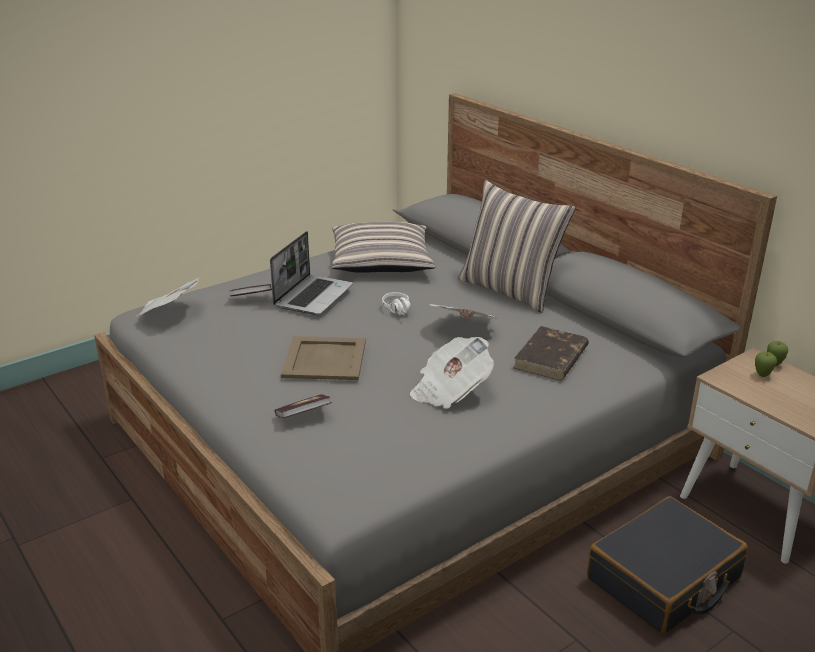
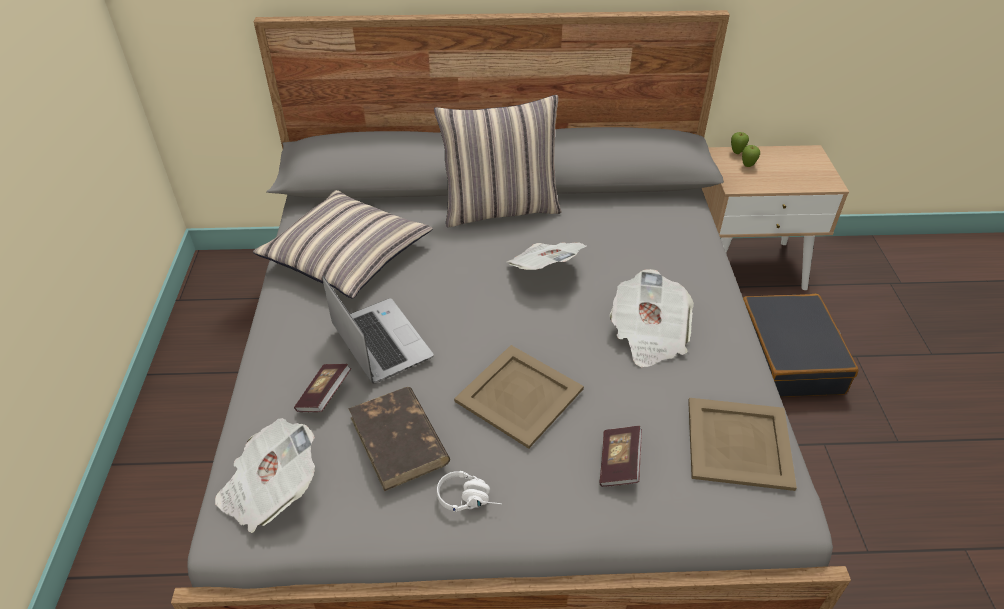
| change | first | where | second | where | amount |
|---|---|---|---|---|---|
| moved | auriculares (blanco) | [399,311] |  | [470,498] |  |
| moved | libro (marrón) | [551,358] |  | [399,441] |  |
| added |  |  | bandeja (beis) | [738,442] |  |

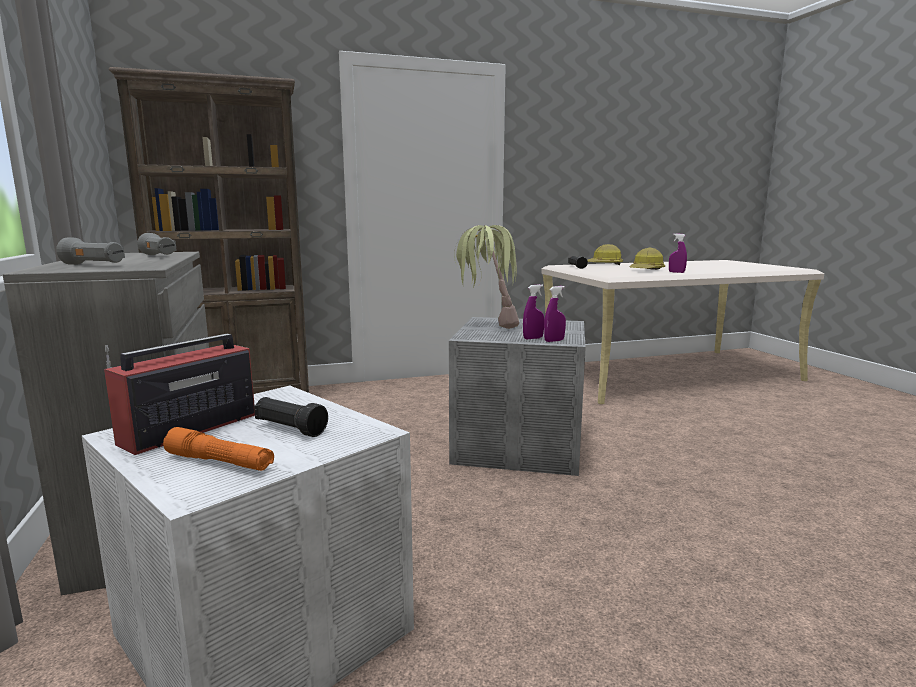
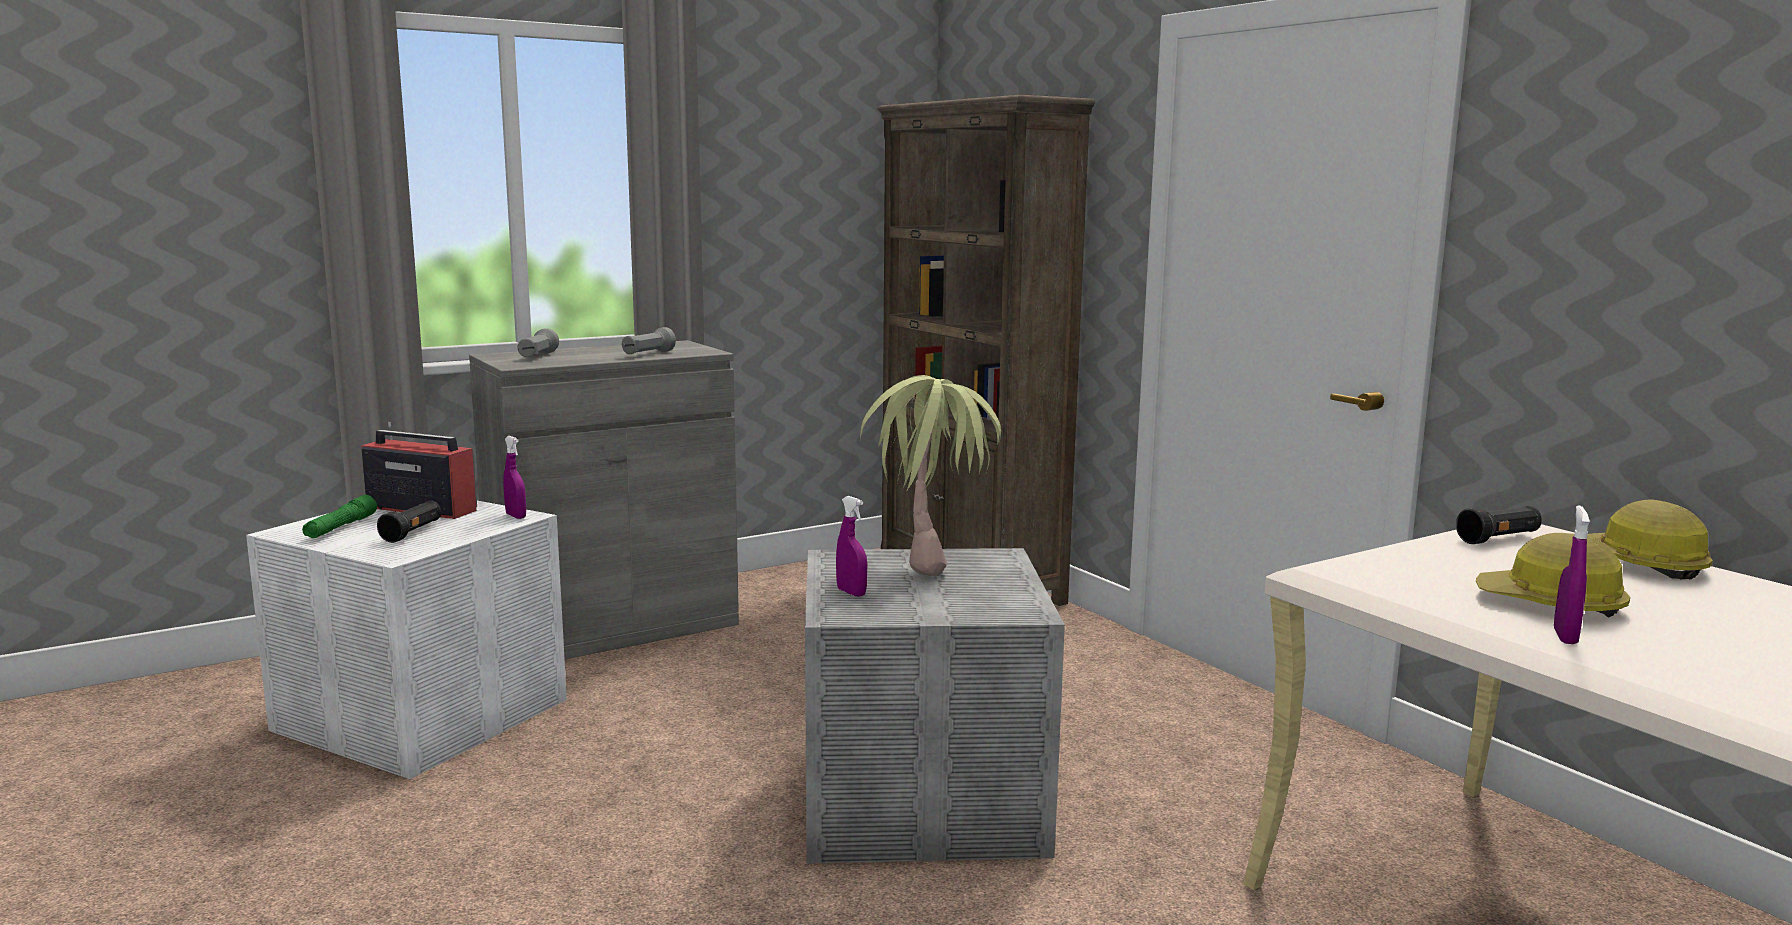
| change | first | where | second | where | amount |
|---|---|---|---|---|---|
| moved | pulverizador (morado) | [554,341] |  | [516,516] |  |
| recoloured | linterna (naranja) | [219,462] | linterna (verde) | [341,527] |  |

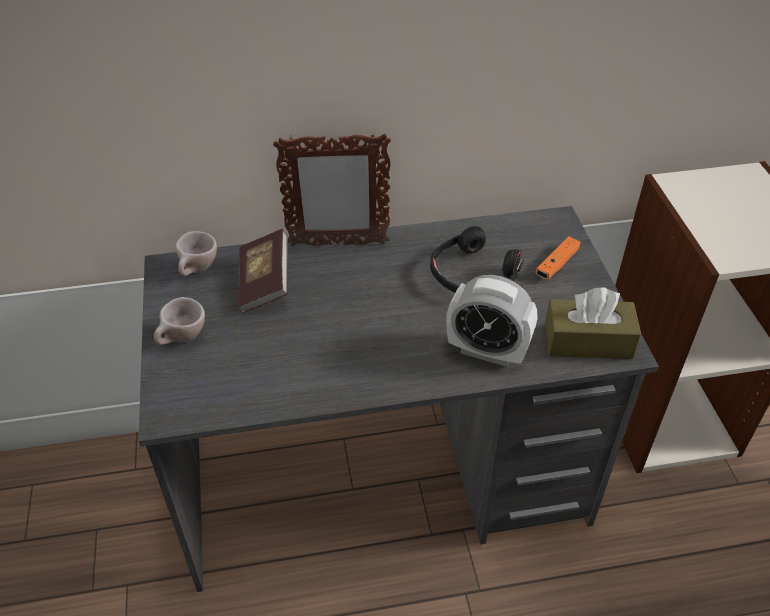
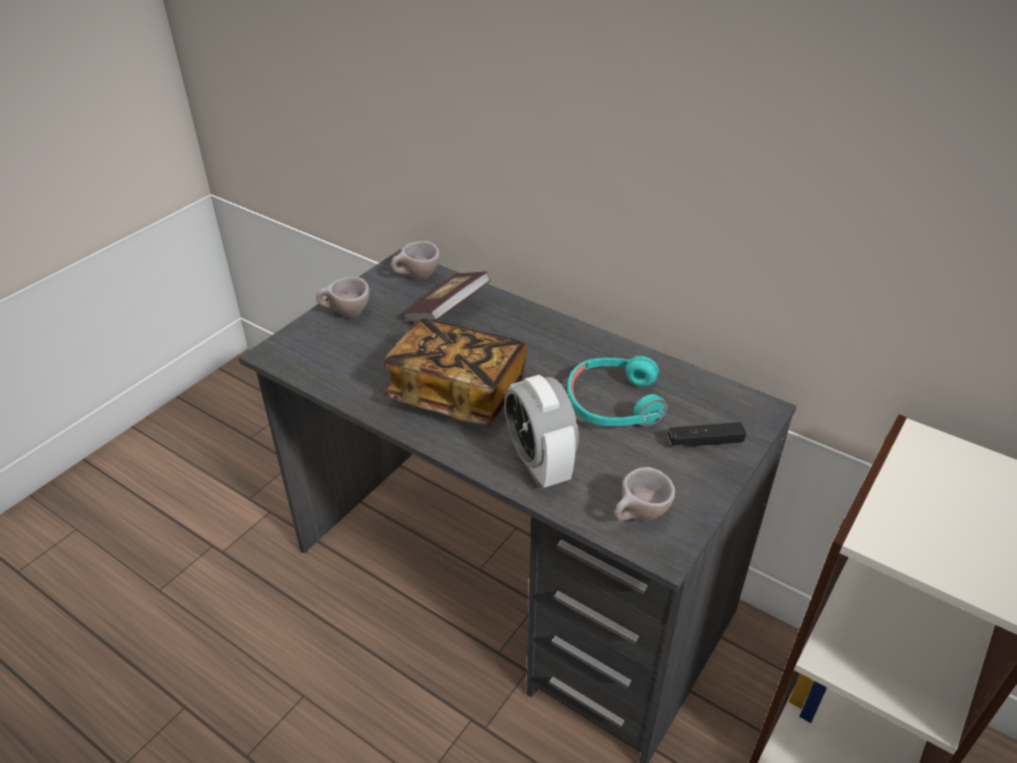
| change | first | where | second | where | amount |
|---|---|---|---|---|---|
| removed | portarretratos | [337,244] |  |  |  |
| recoloured | auriculares (negro) | [473,275] | auriculares (turquesa) | [614,403] |  |
| recoloured | mando de consola (naranja) | [557,264] | mando de consola (negro) | [705,441] |  |
| replaced | caja de pañuelos (marrón) | [588,341] | taza (beis) | [639,518] |  |
| added |  |  | libro | [457,392] |  |

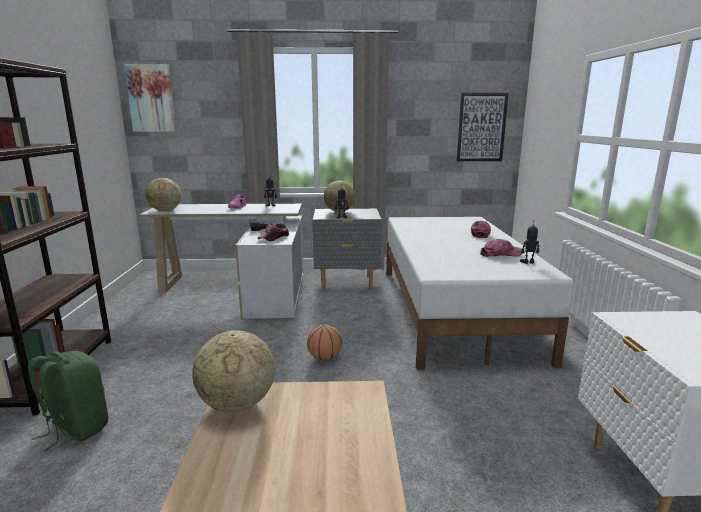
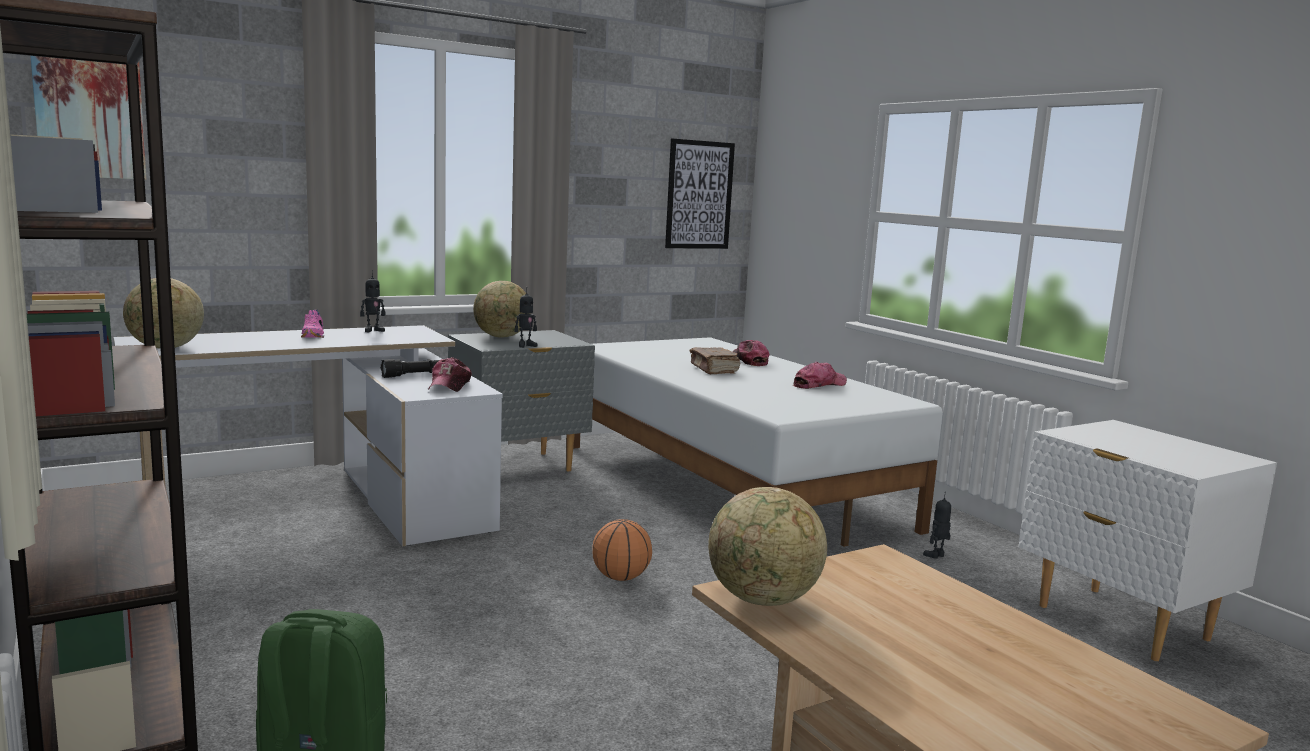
| change | first | where | second | where | amount |
|---|---|---|---|---|---|
| moved | robot de juguete | [528,262] |  | [936,556] |  |
| added |  |  | libro (marrón) | [713,369] |  |

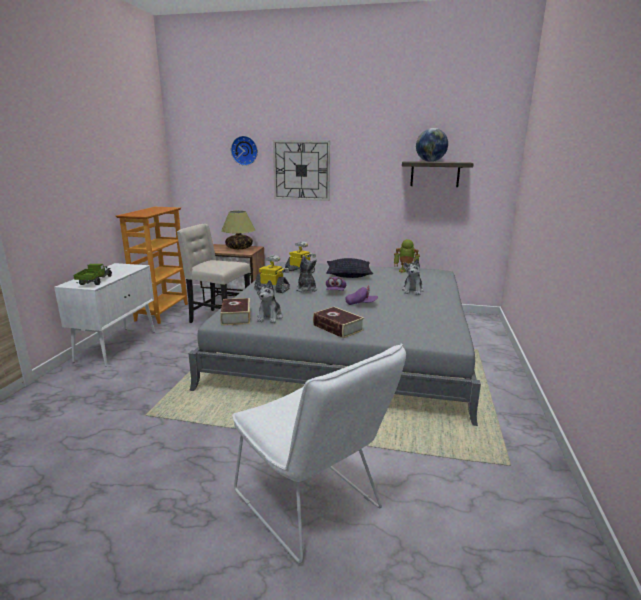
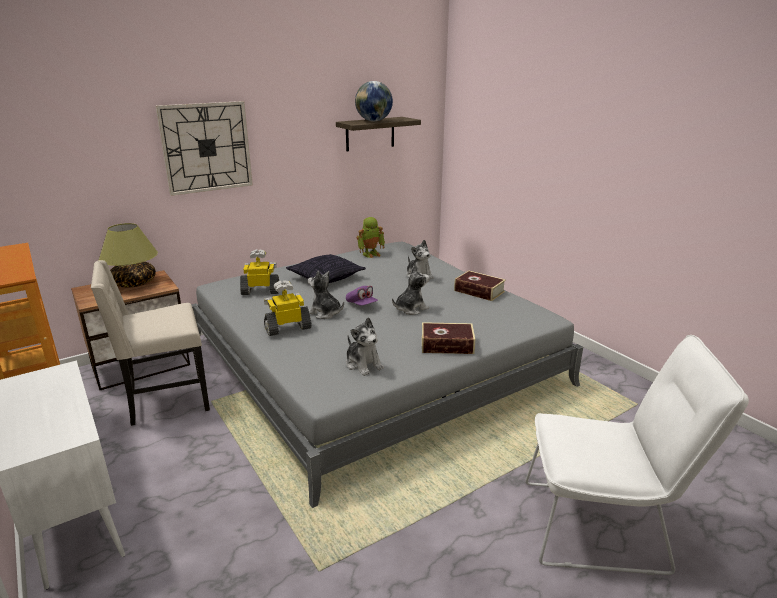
| change | first | where | second | where | amount |
|---|---|---|---|---|---|
| removed | reloj de pared | [245,150] |  |  |  |
| removed | camión de juguete | [95,281] |  |  |  |
| replaced | gorra (morado) | [361,304] | peluche | [410,309] |  |
| moved | libro | [236,317] |  | [479,291] |  |

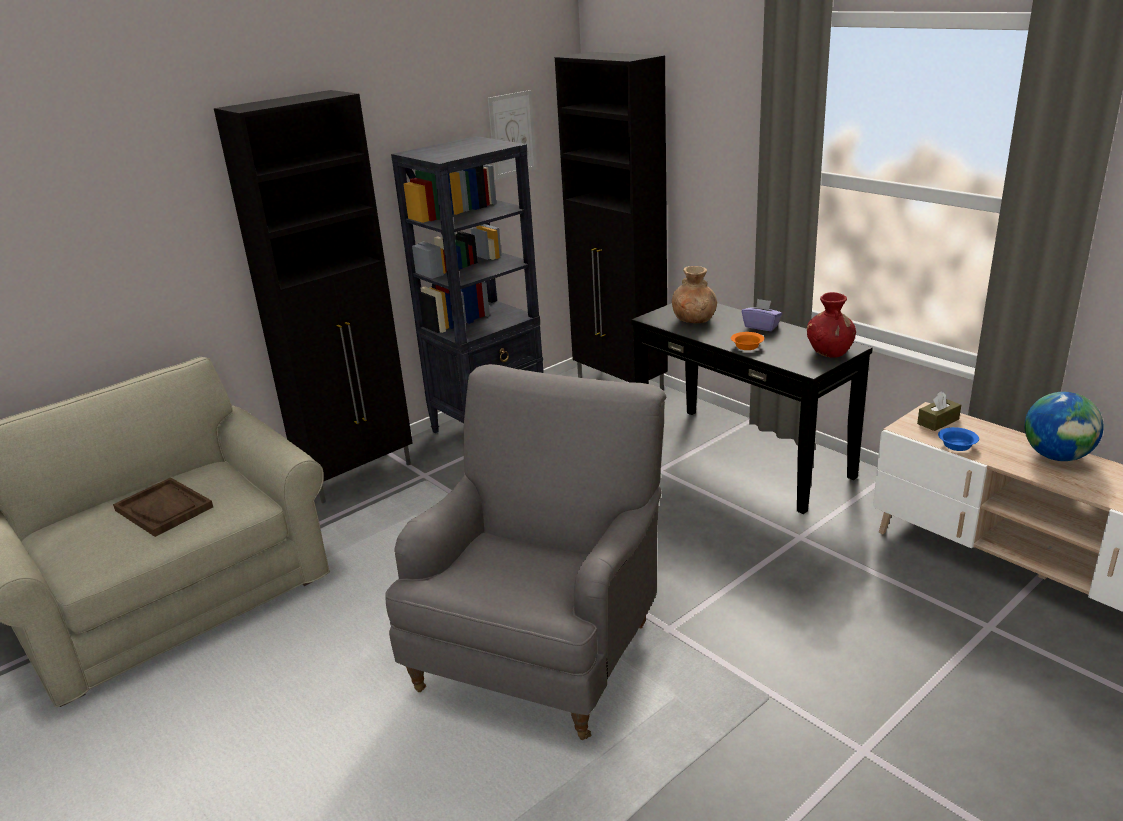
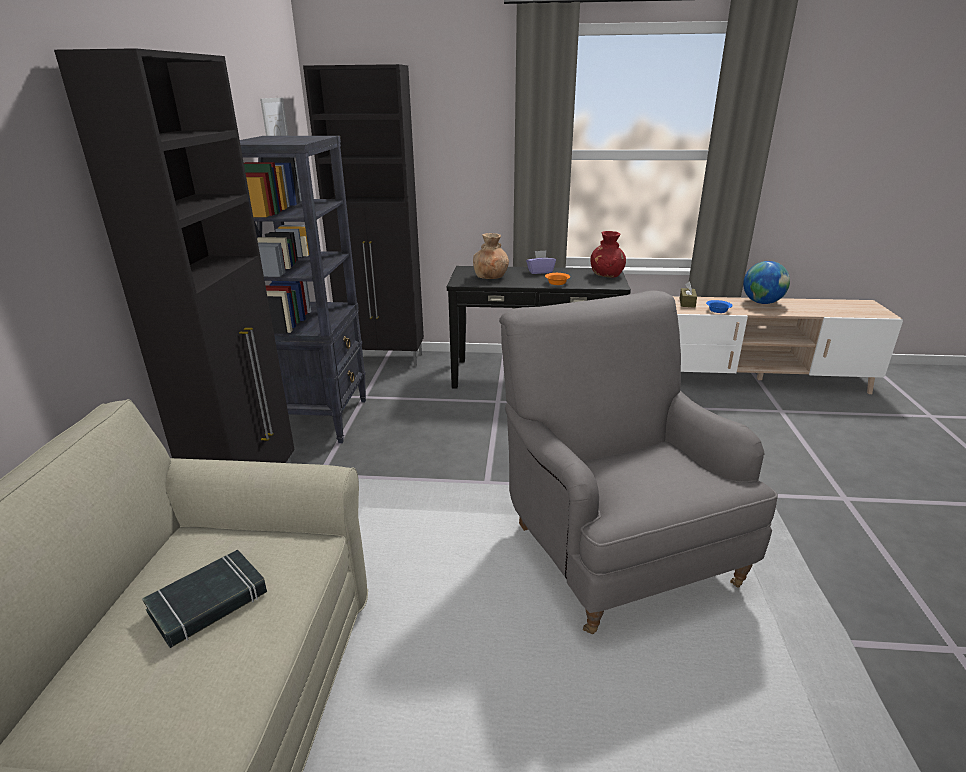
| change | first | where | second | where | amount |
|---|---|---|---|---|---|
| replaced | bandeja (marrón) | [164,509] | libro (negro) | [209,603] |  |

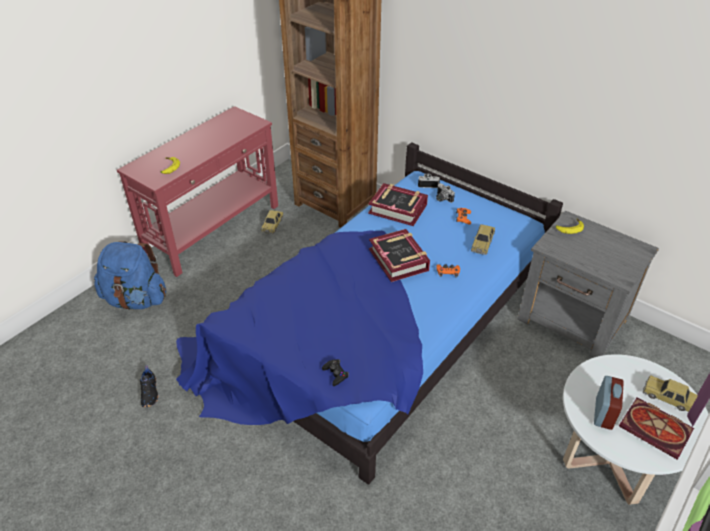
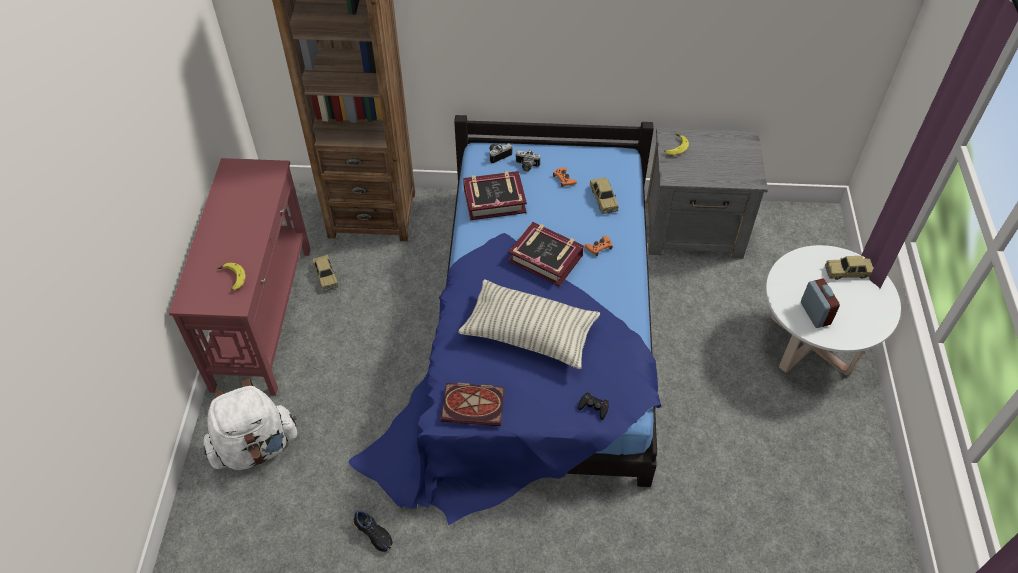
| change | first | where | second | where | amount |
|---|---|---|---|---|---|
| recoloured | mochila (azul) | [136,299] | mochila (blanco) | [255,447] |  |
| moved | libro | [657,429] |  | [475,405] |  |
| added |  |  | cojín | [529,333] |  |

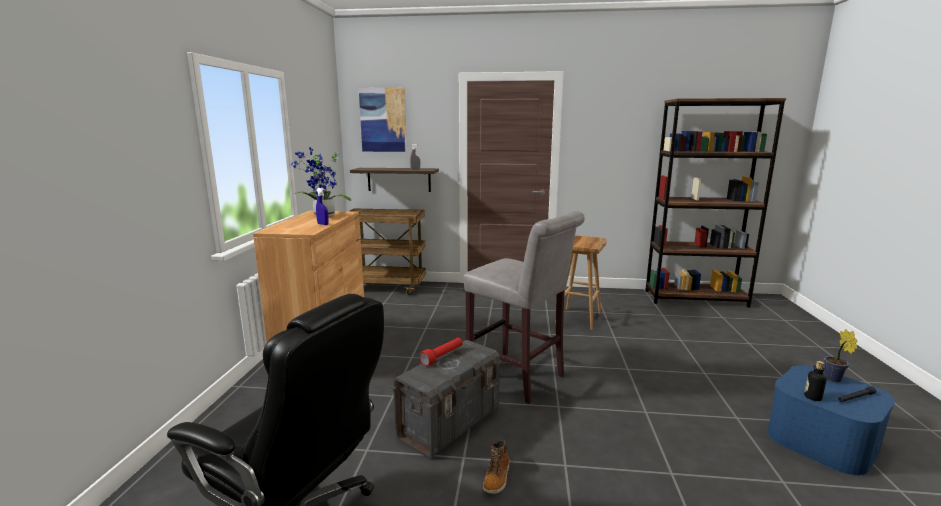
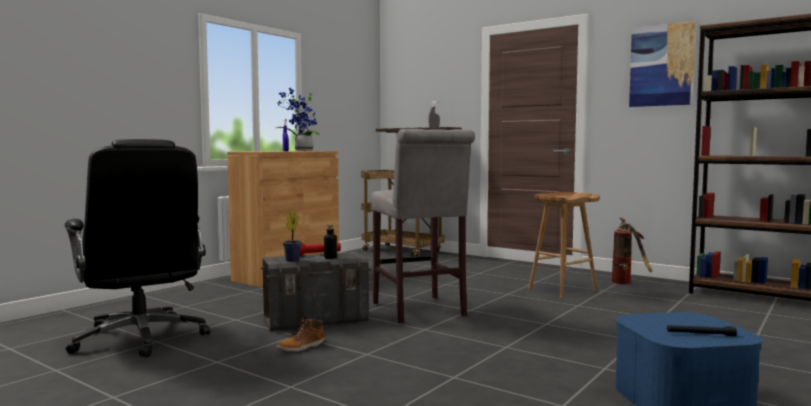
| change | first | where | second | where | amount |
|---|---|---|---|---|---|
| moved | cuadro | [383,120] |  | [661,65] |  |
| moved | planta en maceta | [834,380] |  | [291,261] |  |
| moved | botella | [812,397] |  | [330,257] |  |
| added |  |  | extintor | [628,283] |  |

